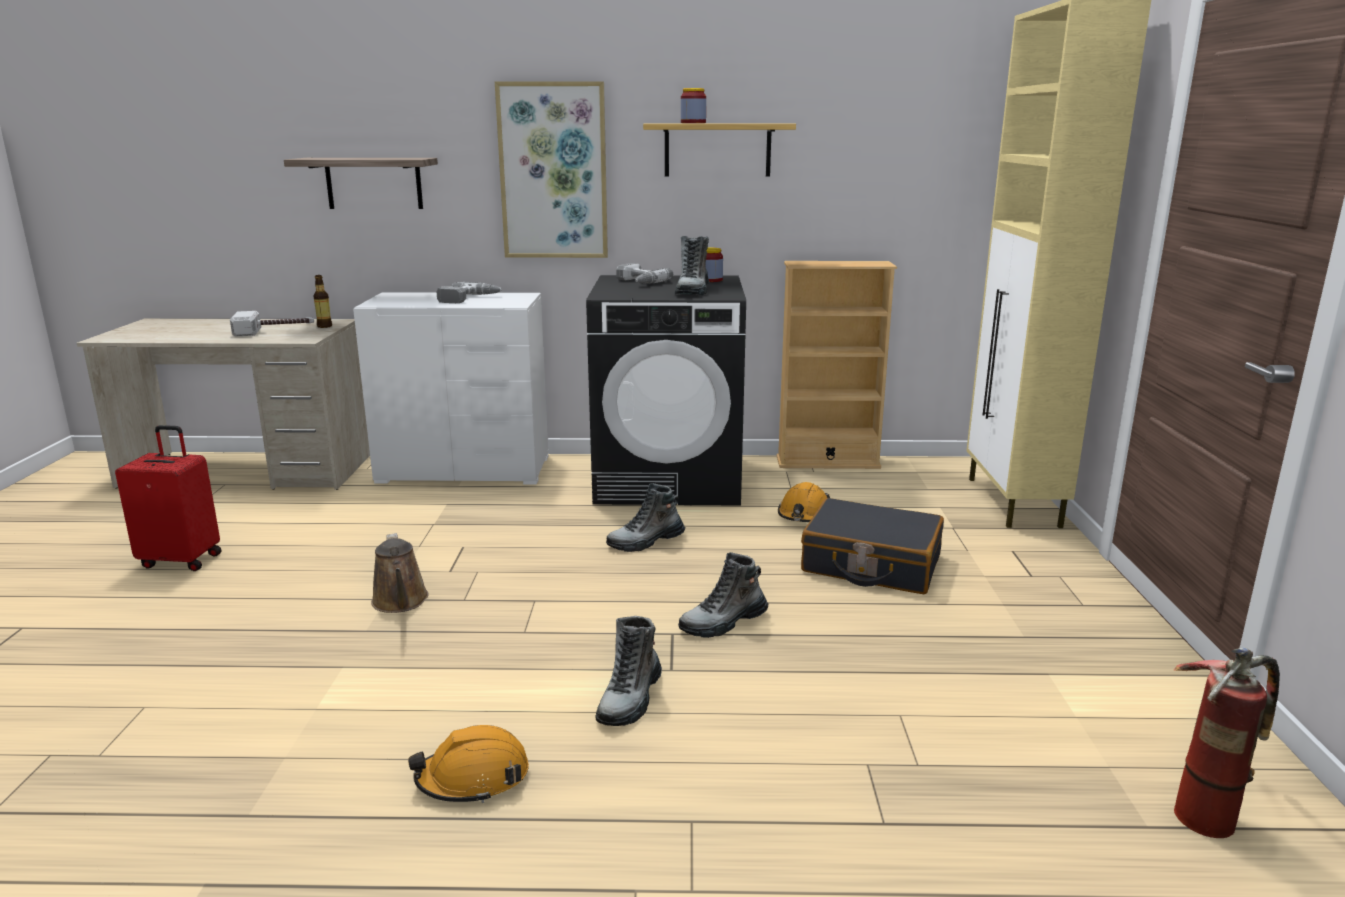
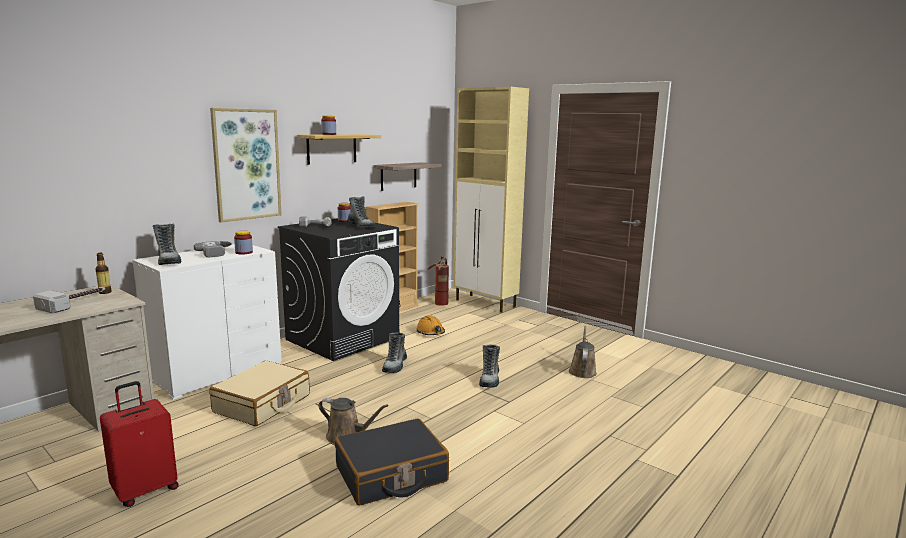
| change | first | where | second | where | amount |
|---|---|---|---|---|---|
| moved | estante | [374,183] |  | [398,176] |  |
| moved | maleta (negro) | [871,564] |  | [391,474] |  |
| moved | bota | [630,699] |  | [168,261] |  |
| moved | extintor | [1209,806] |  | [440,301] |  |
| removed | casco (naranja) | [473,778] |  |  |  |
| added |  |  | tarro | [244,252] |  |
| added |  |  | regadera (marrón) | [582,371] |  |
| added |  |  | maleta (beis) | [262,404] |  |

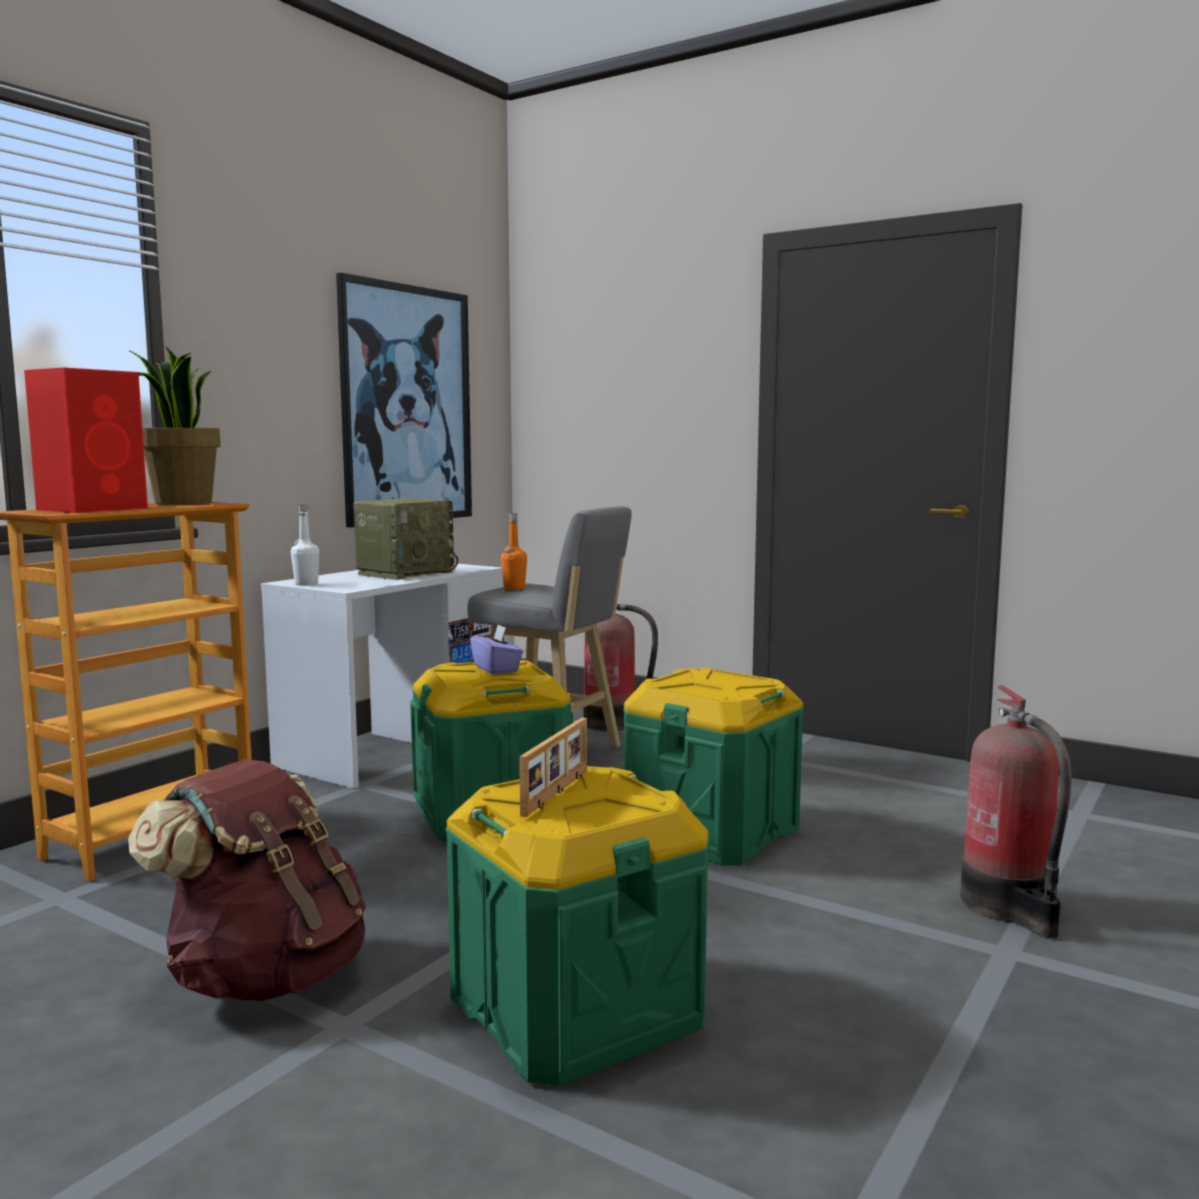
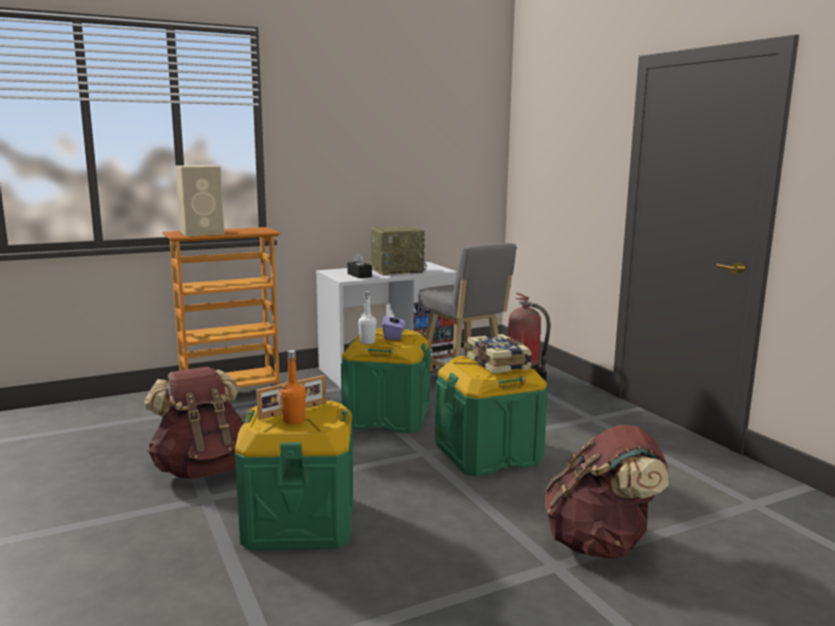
| change | first | where | second | where | amount |
|---|---|---|---|---|---|
| removed | cuadro | [407,405] |  |  |  |
| removed | planta en maceta | [182,502] |  |  |  |
| recoloured | altavoz (rojo) | [95,509] | altavoz (beis) | [203,233] |  |
| moved | botella (blanco) | [306,584] |  | [367,342] |  |
| moved | botella (naranja) | [514,588] |  | [293,420] |  |
| replaced | extintor | [1010,907] | mochila (marrón) | [600,544] |  |
| added |  |  | caja de pañuelos (negro) | [359,275] |  |
| added |  |  | libro | [499,364] |  |

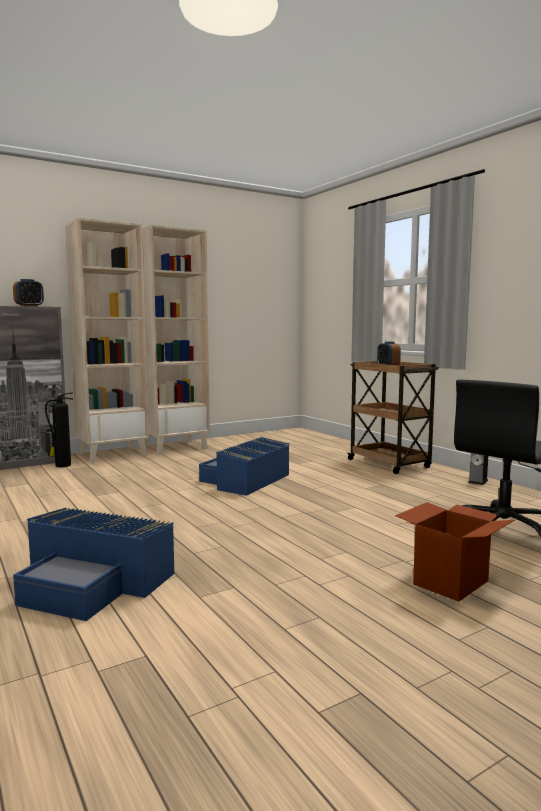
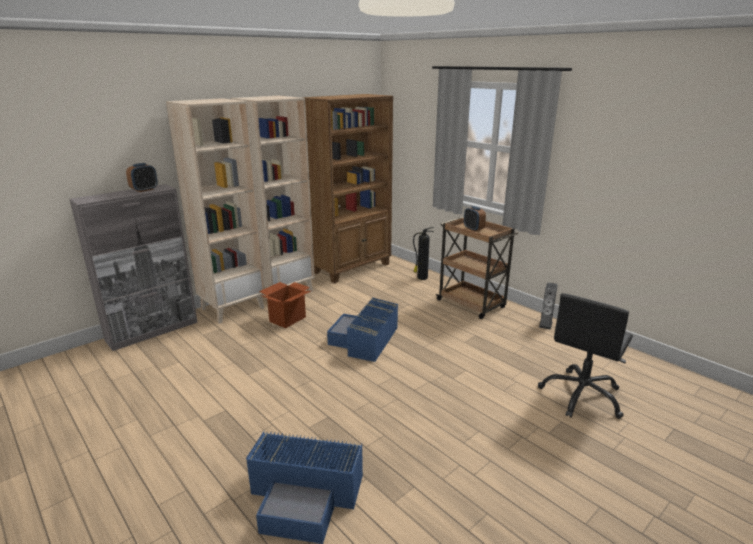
| change | first | where | second | where | amount |
|---|---|---|---|---|---|
| moved | extintor | [62,465] |  | [421,278] |  |
| moved | caja de cartón | [451,582] |  | [287,319] |  |
| added |  |  | estantería (marrón) | [352,268] |  |

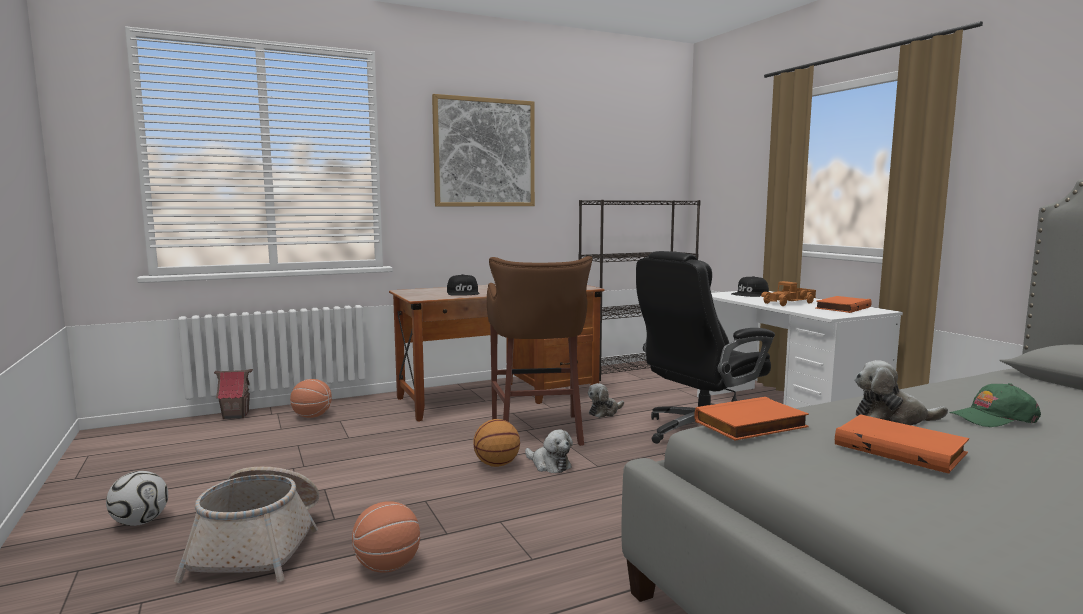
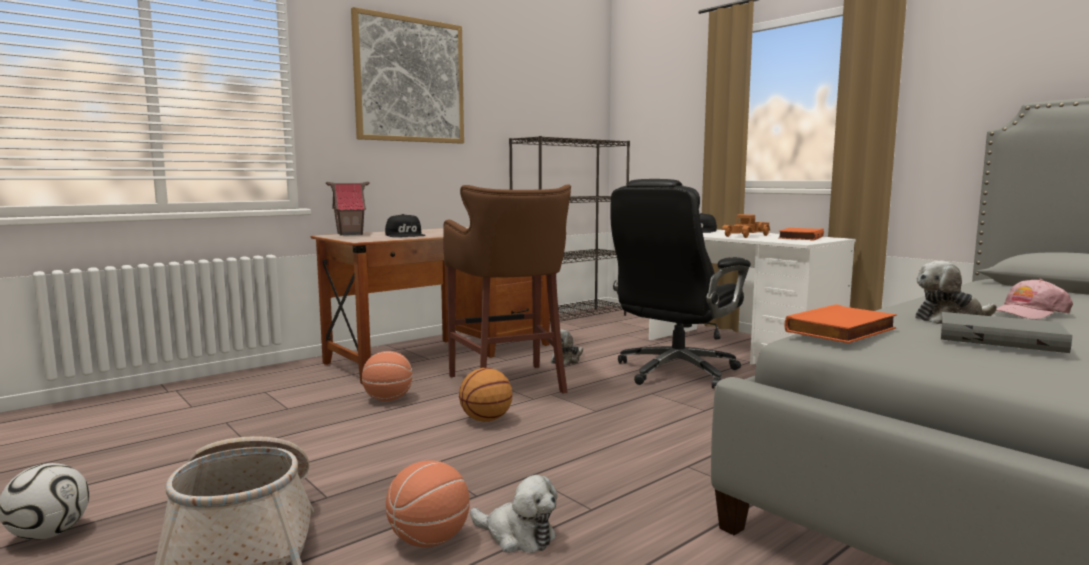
| change | first | where | second | where | amount |
|---|---|---|---|---|---|
| moved | casita | [236,415] |  | [350,234] |  |
| moved | balón de baloncesto | [312,416] |  | [388,399] |  |
| recoloured | gorra (verde) | [993,418] | gorra (rosa) | [1028,313] |  |
| recoloured | libro (naranja) | [901,448] | libro (gris) | [1000,338] |  |
| moved | peluche | [549,465] |  | [517,536] |  |

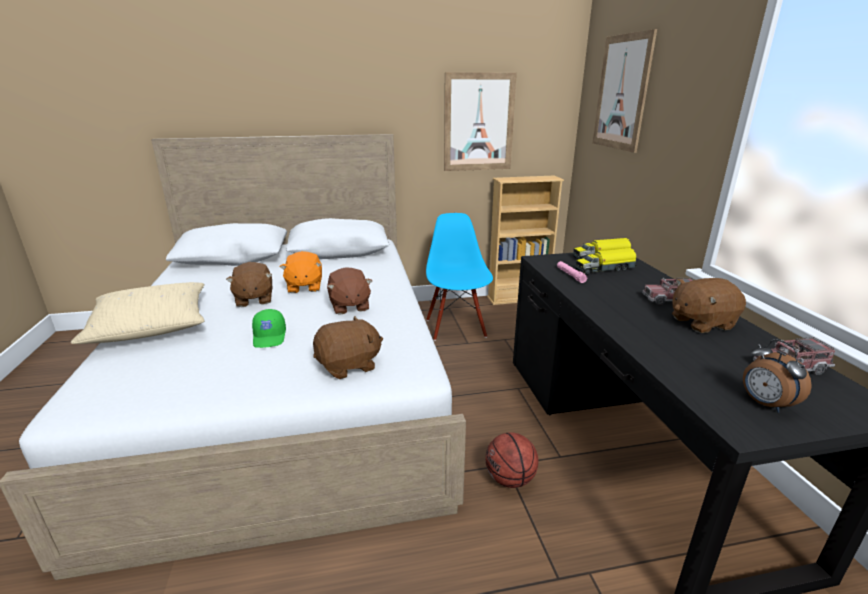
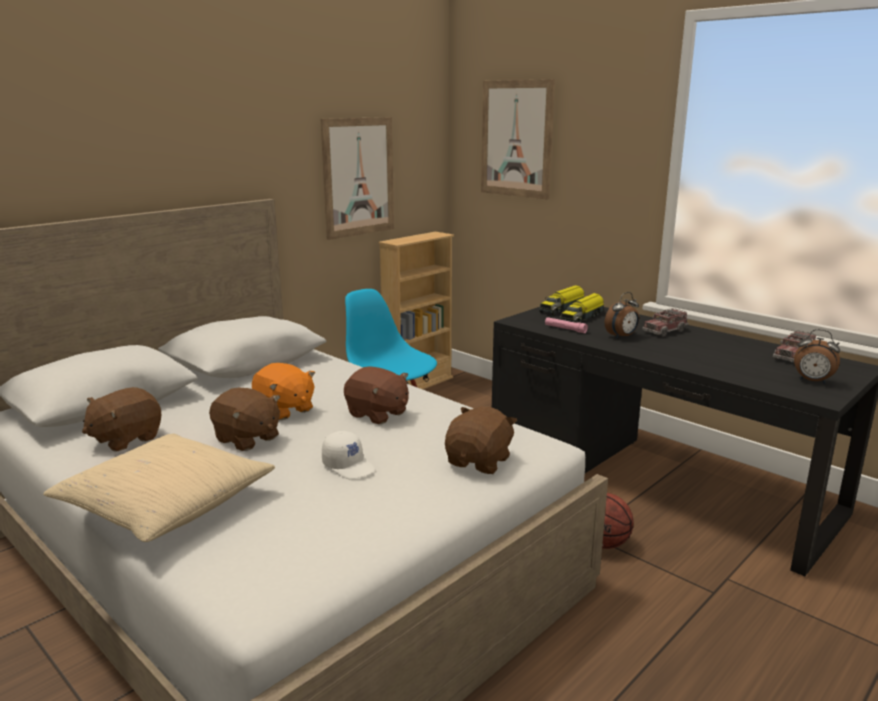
| change | first | where | second | where | amount |
|---|---|---|---|---|---|
| moved | peluche (marrón) | [701,322] |  | [125,439] |  |
| recoloured | gorra (verde) | [270,337] | gorra (blanco) | [349,466] |  |
| added |  |  | despertador | [622,336] |  |

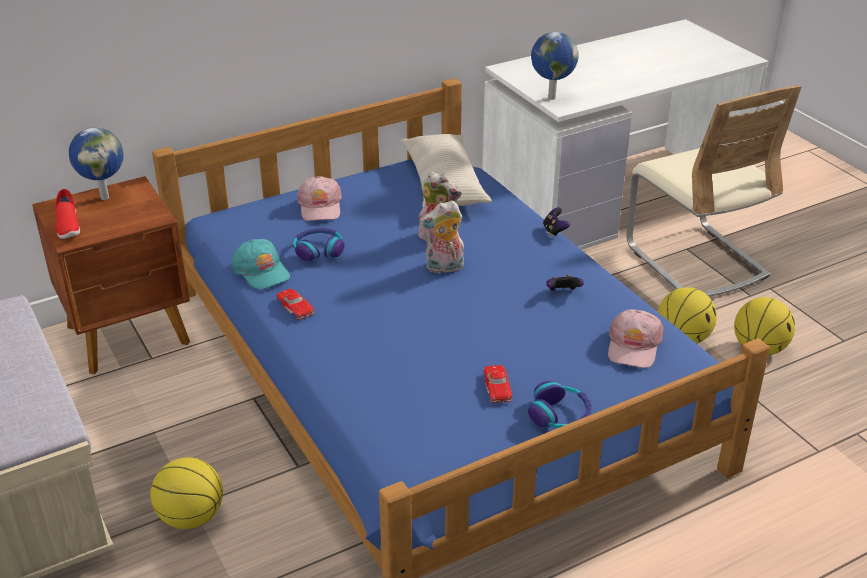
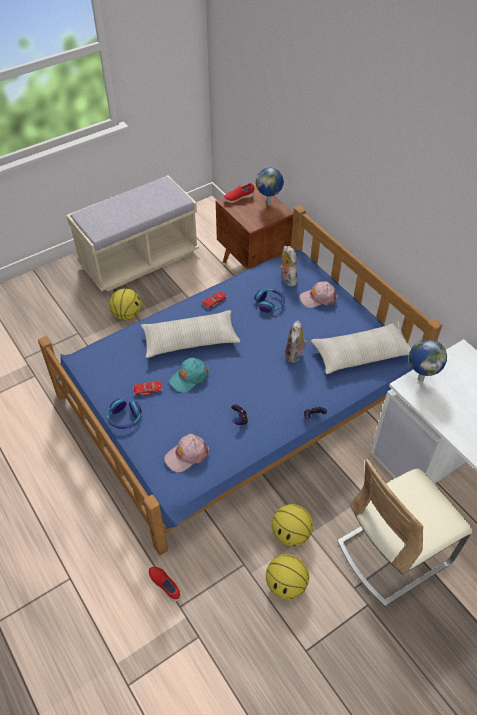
| change | first | where | second | where | amount |
|---|---|---|---|---|---|
| moved | peluche | [444,268] |  | [287,279] |  |
| moved | gorra (turquesa) | [261,271] |  | [189,377] |  |
| turned | gorra (rosa) | [633,346] |  | [187,455] | 45 degrees counterclockwise |
| added |  |  | cojín (beis) | [190,340] |  |
| added |  |  | zapato (rojo) | [165,585] |  |

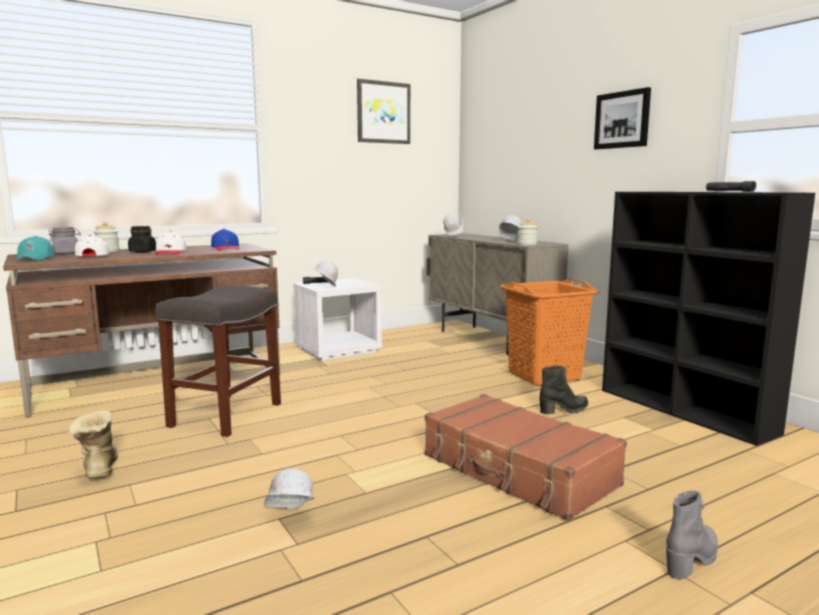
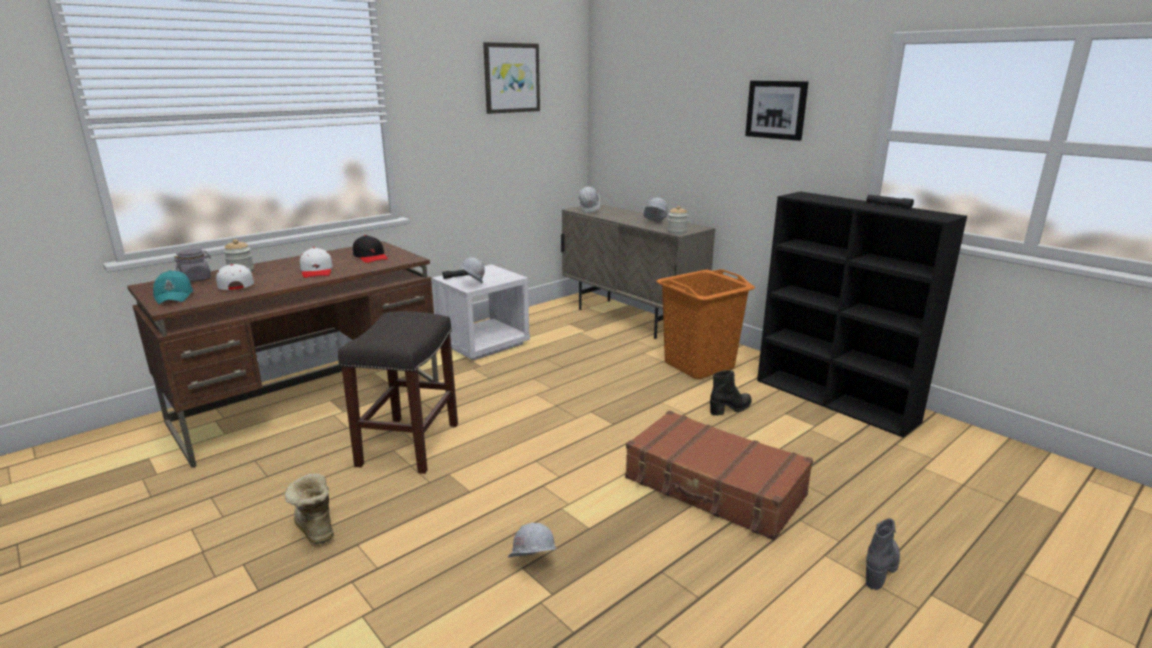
| change | first | where | second | where | amount |
|---|---|---|---|---|---|
| removed | tarro (negro) | [142,251] |  |  |  |
| recoloured | gorra (azul) | [226,248] | gorra (negro) | [371,257] |  |

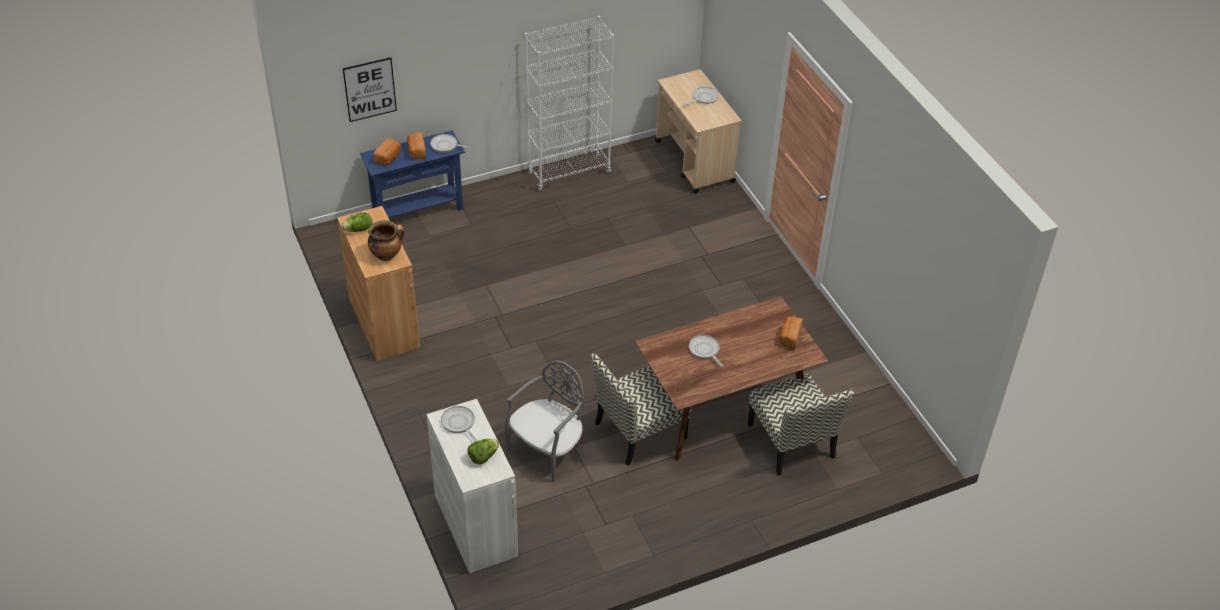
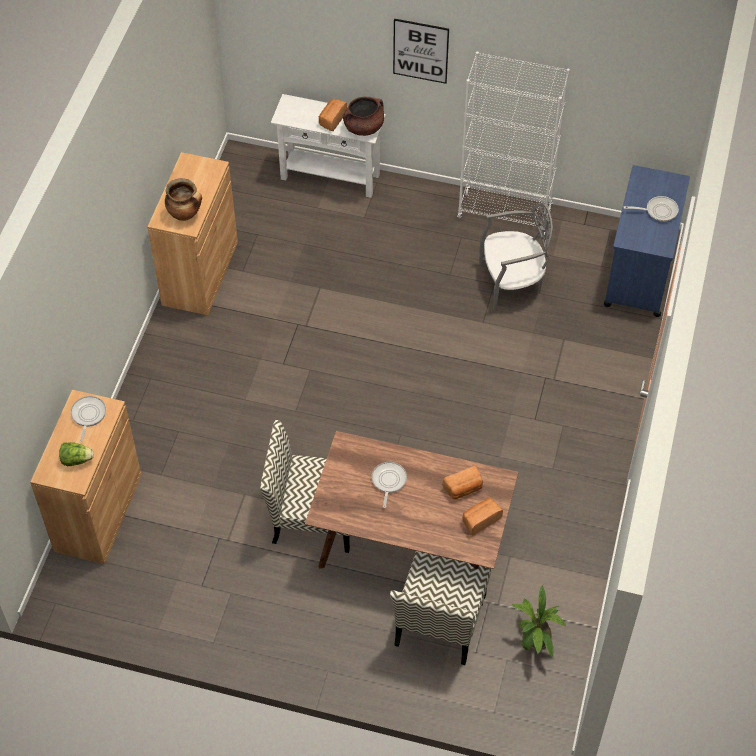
| change | first | where | second | where | amount |
|---|---|---|---|---|---|
| moved | cuadro | [370,89] |  | [420,51] |  |
| recoloured | carrito (beis) | [694,162] | carrito (azul) | [639,272] |  |
| recoloured | mesa consola (azul) | [418,211] | mesa consola (blanco) | [330,176] |  |
| replaced | sartén | [446,145] | olla (marrón) | [363,127] |  |
| moved | pan | [388,158] |  | [463,488] |  |
| removed | lechuga | [358,229] |  |  |  |
| moved | silla (gris) | [548,450] |  | [512,282] |  |
| recoloured | armario (blanco) | [475,525] | armario (marrón) | [98,512] |  |
| added |  |  | planta en maceta | [535,641] |  |

